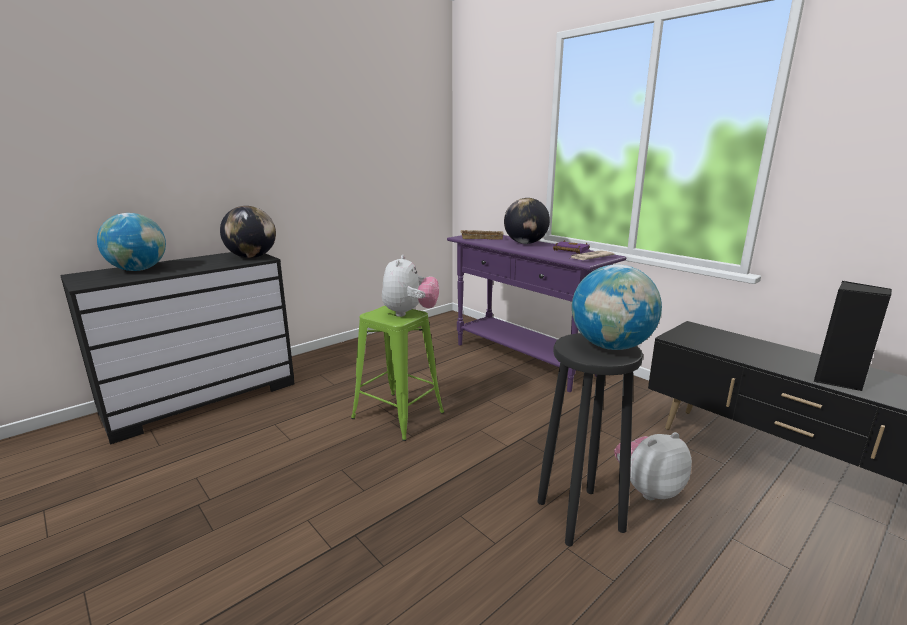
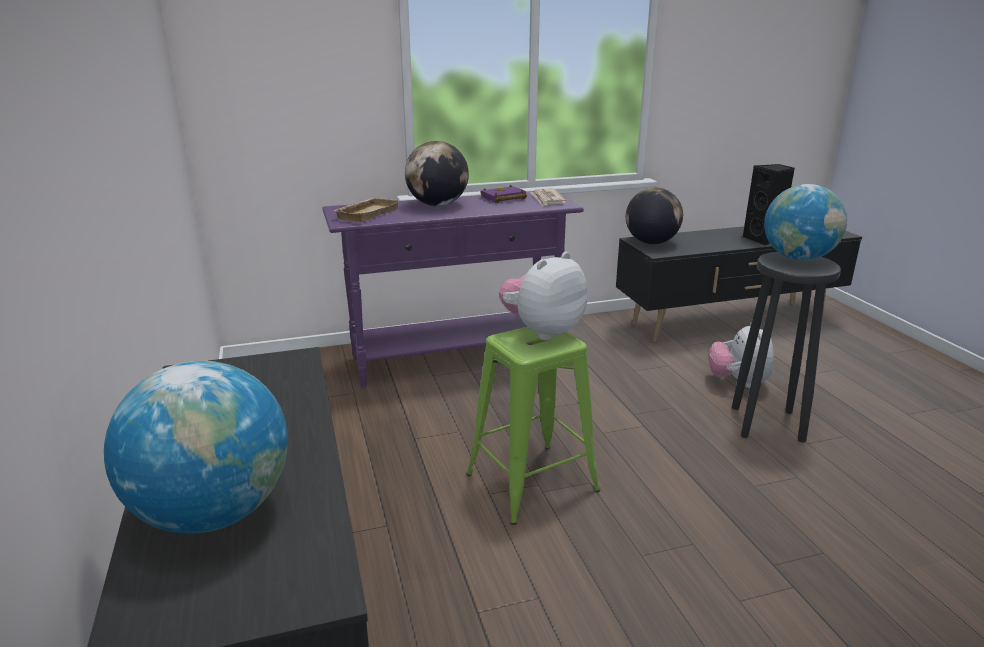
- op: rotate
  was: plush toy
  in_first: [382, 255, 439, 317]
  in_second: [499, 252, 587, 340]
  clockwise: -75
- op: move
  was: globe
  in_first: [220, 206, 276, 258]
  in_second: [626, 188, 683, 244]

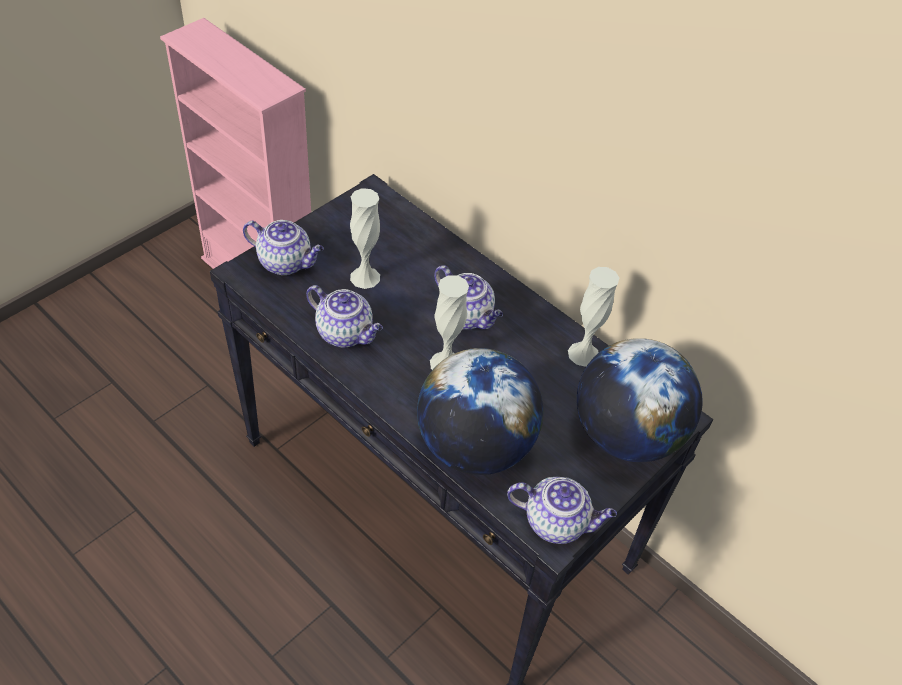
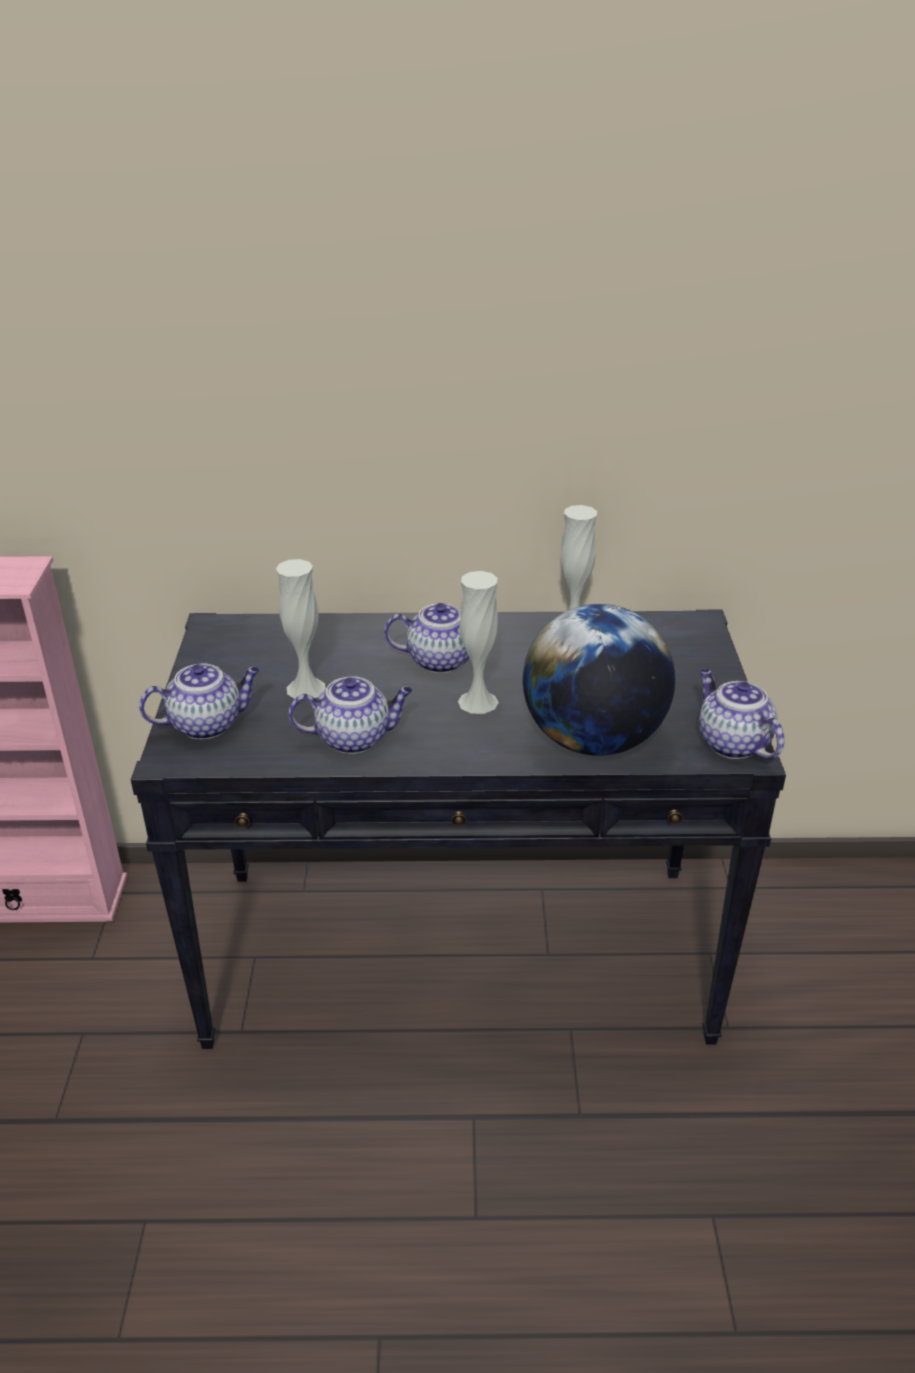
- op: rotate
  was: pot for tea
  in_first: [507, 477, 617, 544]
  in_second: [699, 669, 784, 759]
  clockwise: -90
- op: delete
  was: globe
  in_first: [577, 338, 703, 462]

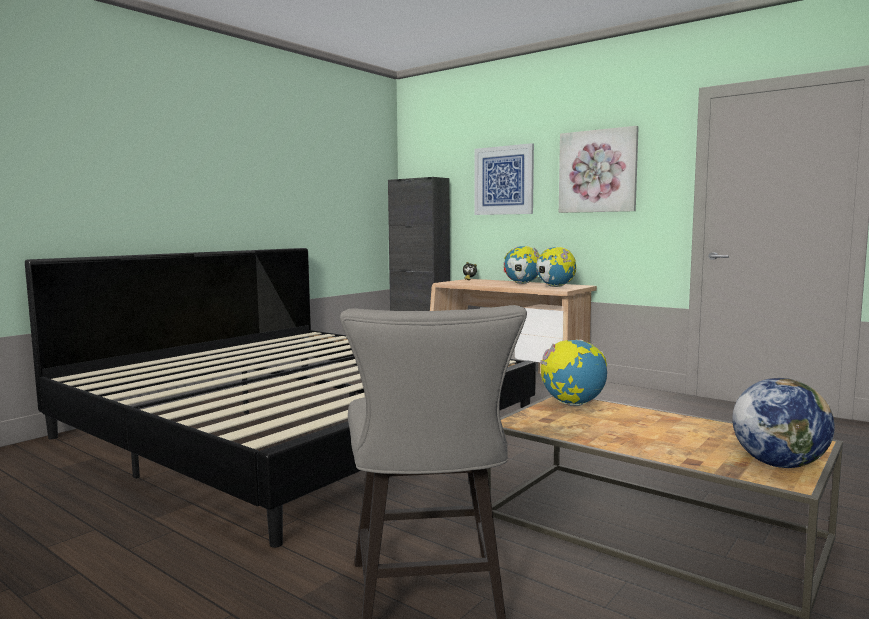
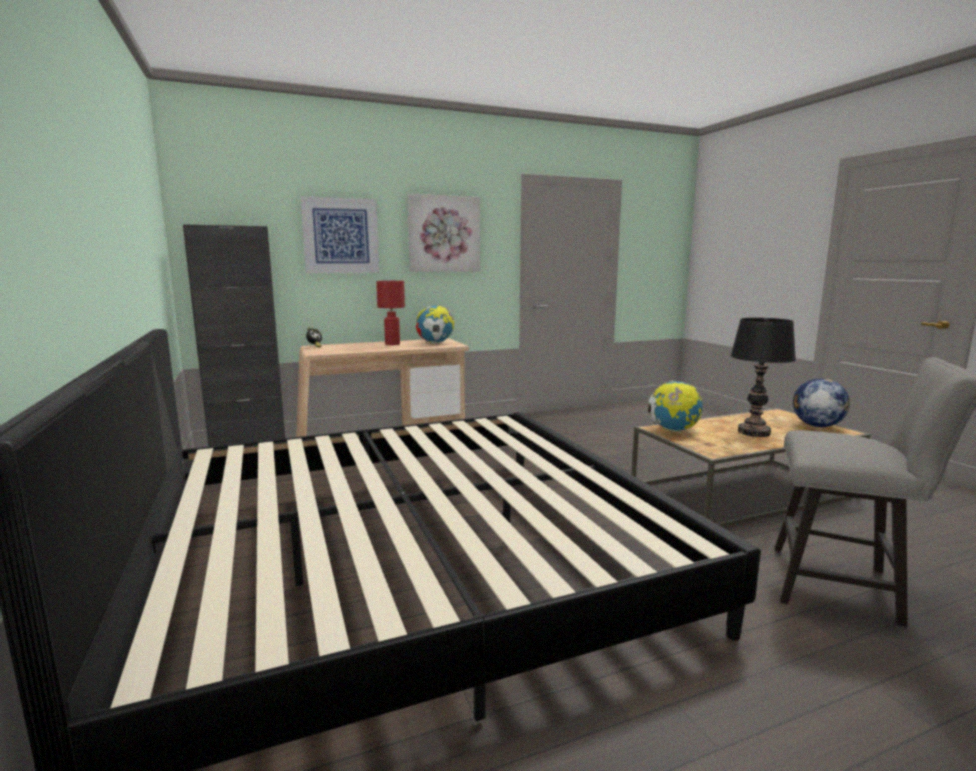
- op: replace
  was: globe
  now: lamp for a table/red
  in_first: [504, 246, 540, 284]
  in_second: [376, 281, 405, 345]
- op: insert
  now: lamp for a table/blackish
  in_second: [730, 318, 796, 437]

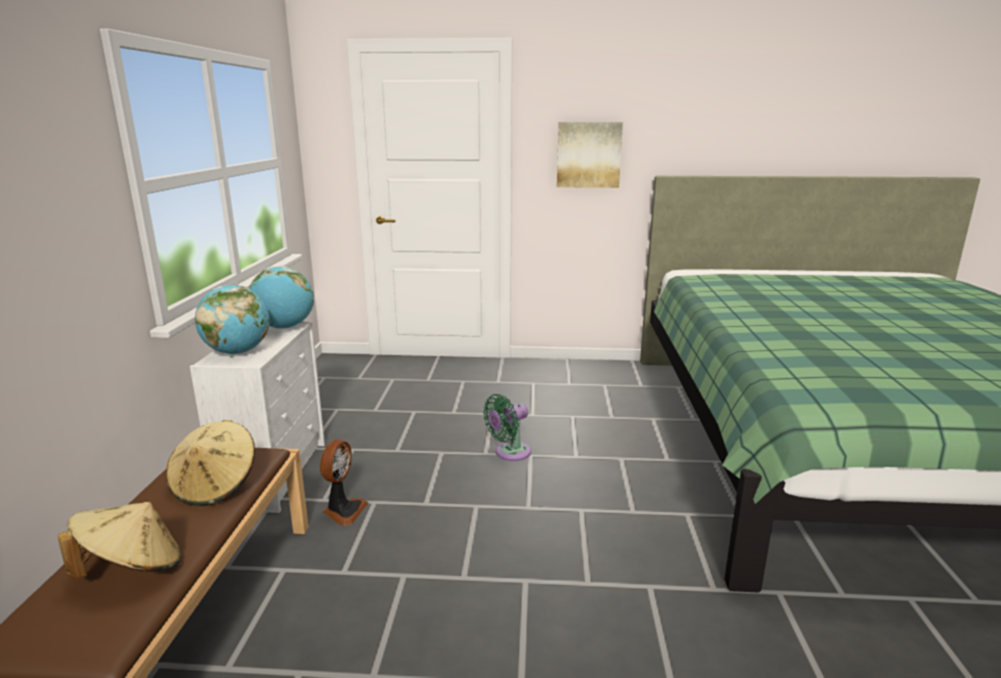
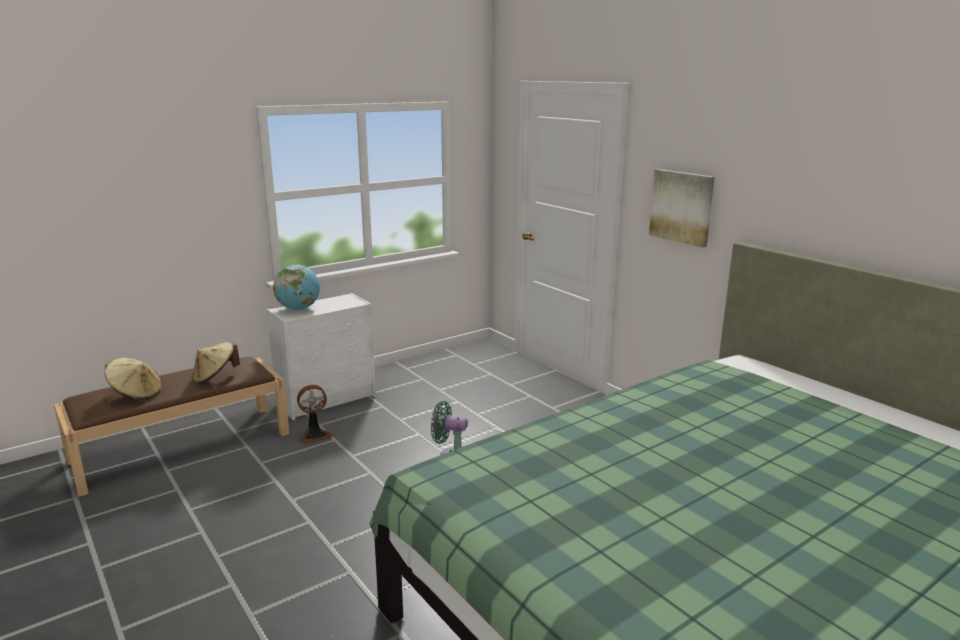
- op: delete
  was: globe
  in_first: [249, 266, 314, 329]

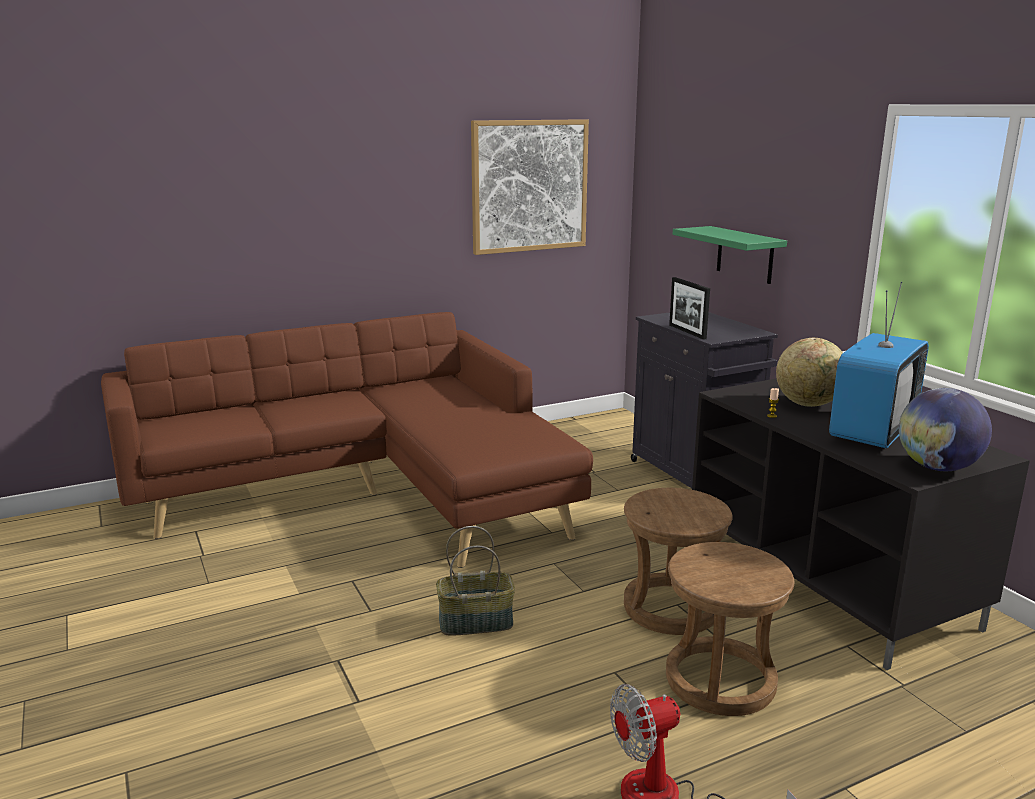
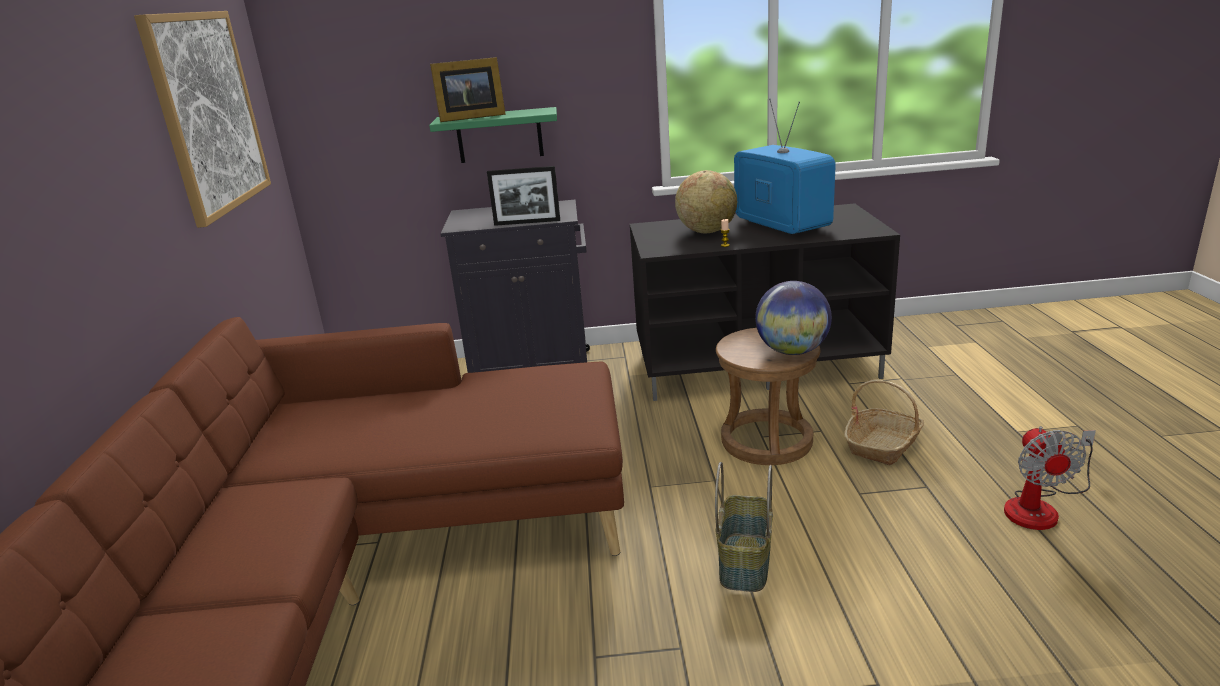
- op: insert
  now: standing frame
  in_second: [430, 57, 506, 122]
- op: move
  was: globe
  in_first: [899, 388, 992, 471]
  in_second: [755, 281, 832, 355]
- op: replace
  was: sitting stool/brown
  now: household basket
  in_first: [666, 542, 794, 716]
  in_second: [844, 380, 924, 466]

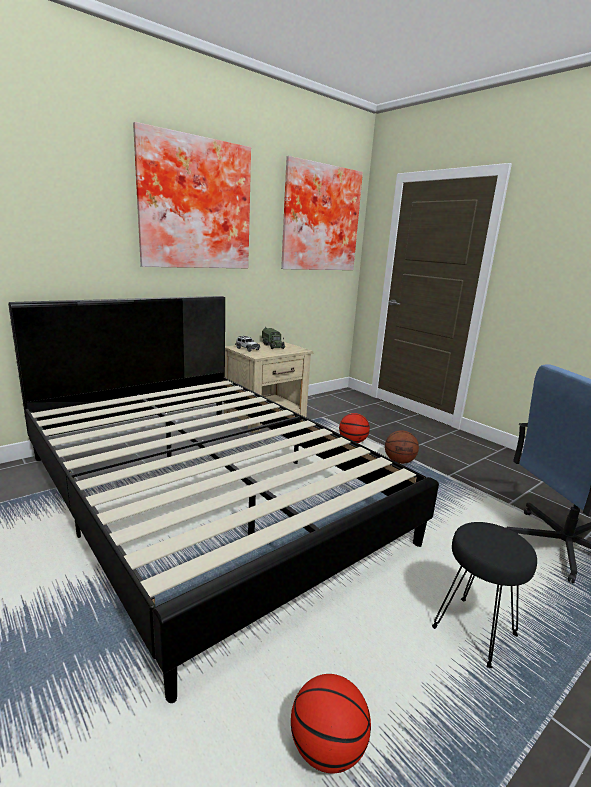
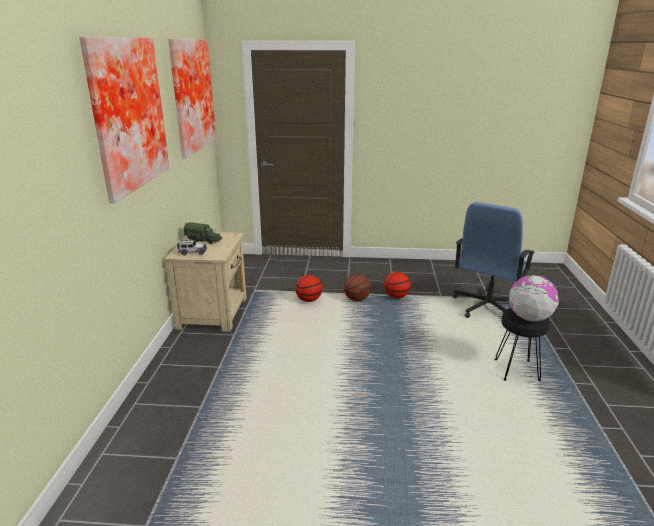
- op: move
  was: basketball ball
  in_first: [291, 674, 371, 773]
  in_second: [384, 272, 411, 299]
- op: insert
  now: globe
  in_second: [509, 275, 559, 322]
- op: delete
  was: sleeping bed/blackish
  in_first: [8, 296, 439, 703]

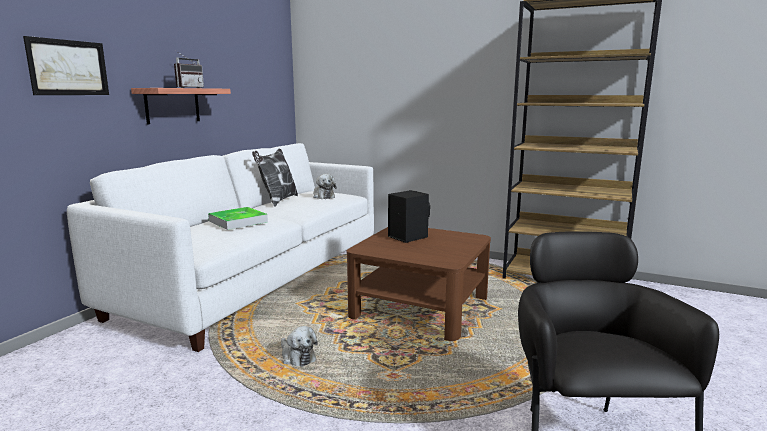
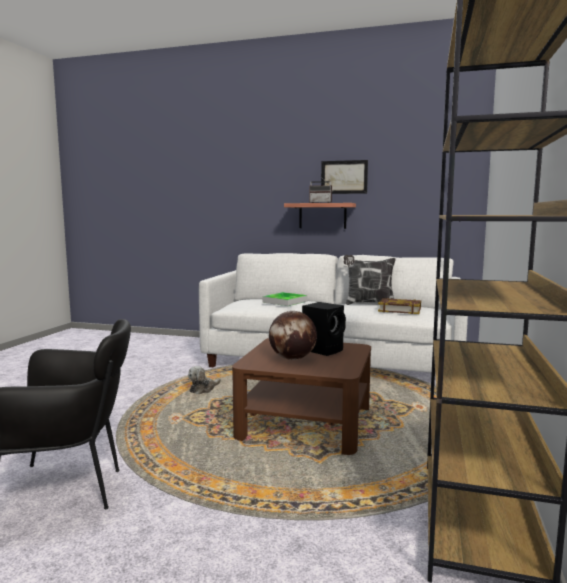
- op: insert
  now: globe
  in_second: [269, 311, 317, 360]
- op: move
  was: wall picture
  in_first: [23, 36, 109, 95]
  in_second: [321, 160, 368, 194]
- op: replace
  was: plush toy
  now: bound book
  in_first: [313, 174, 337, 199]
  in_second: [378, 298, 421, 314]

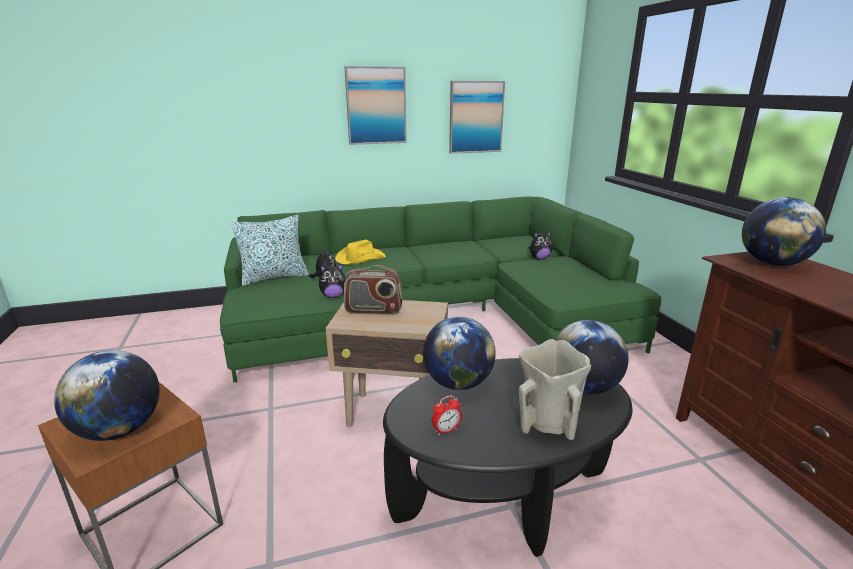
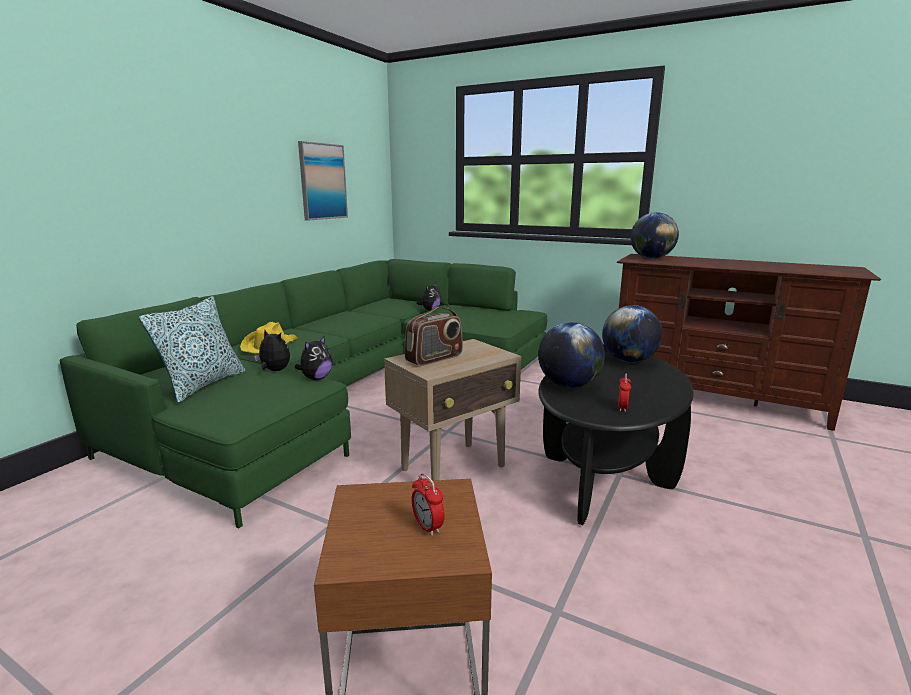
- op: replace
  was: globe
  now: bedside clock
  in_first: [54, 350, 160, 441]
  in_second: [412, 473, 445, 536]
- op: delete
  was: wall picture
  in_first: [344, 66, 407, 145]
- op: delete
  was: decorative vase/sand-coloured
  in_first: [519, 339, 591, 440]

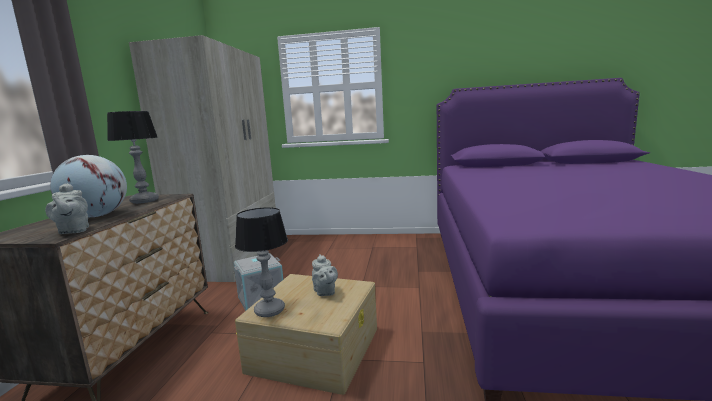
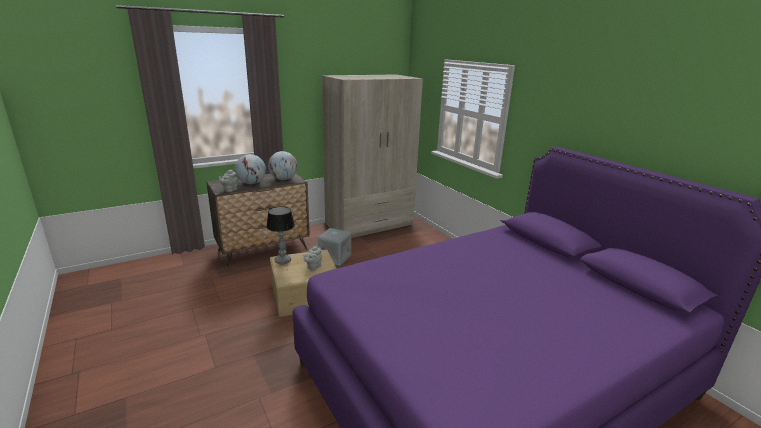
- op: replace
  was: lamp for a table
  now: globe
  in_first: [107, 111, 159, 204]
  in_second: [268, 151, 297, 180]

